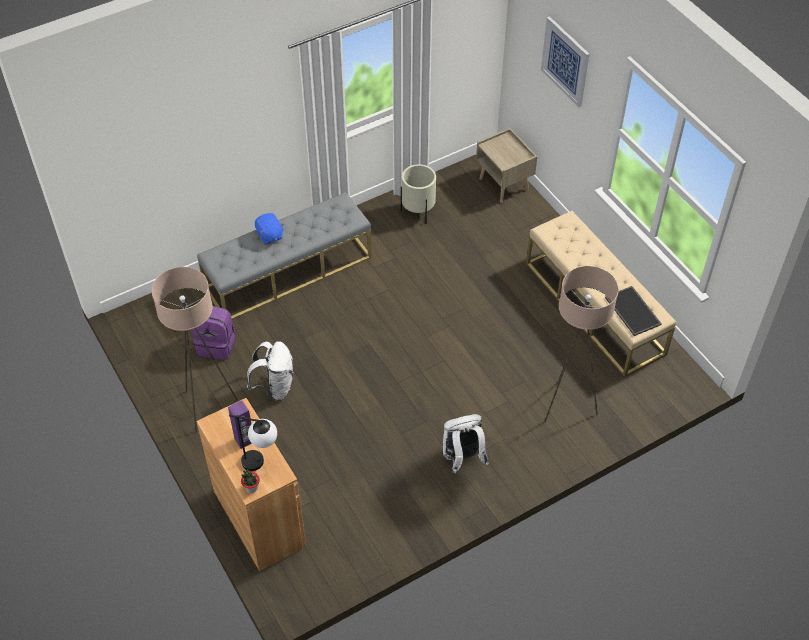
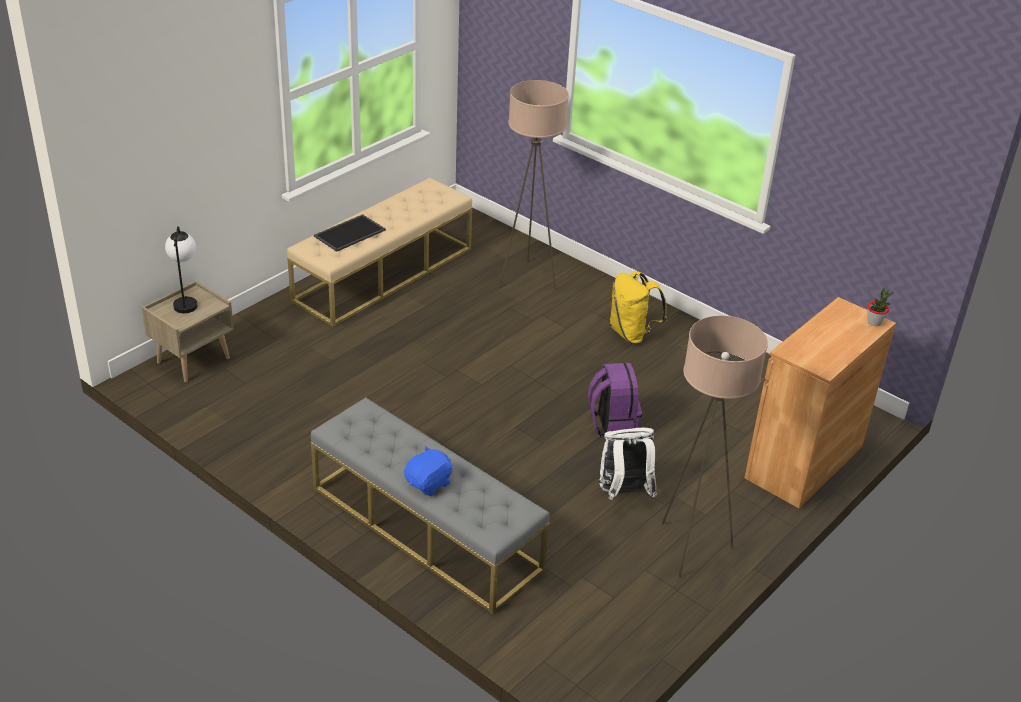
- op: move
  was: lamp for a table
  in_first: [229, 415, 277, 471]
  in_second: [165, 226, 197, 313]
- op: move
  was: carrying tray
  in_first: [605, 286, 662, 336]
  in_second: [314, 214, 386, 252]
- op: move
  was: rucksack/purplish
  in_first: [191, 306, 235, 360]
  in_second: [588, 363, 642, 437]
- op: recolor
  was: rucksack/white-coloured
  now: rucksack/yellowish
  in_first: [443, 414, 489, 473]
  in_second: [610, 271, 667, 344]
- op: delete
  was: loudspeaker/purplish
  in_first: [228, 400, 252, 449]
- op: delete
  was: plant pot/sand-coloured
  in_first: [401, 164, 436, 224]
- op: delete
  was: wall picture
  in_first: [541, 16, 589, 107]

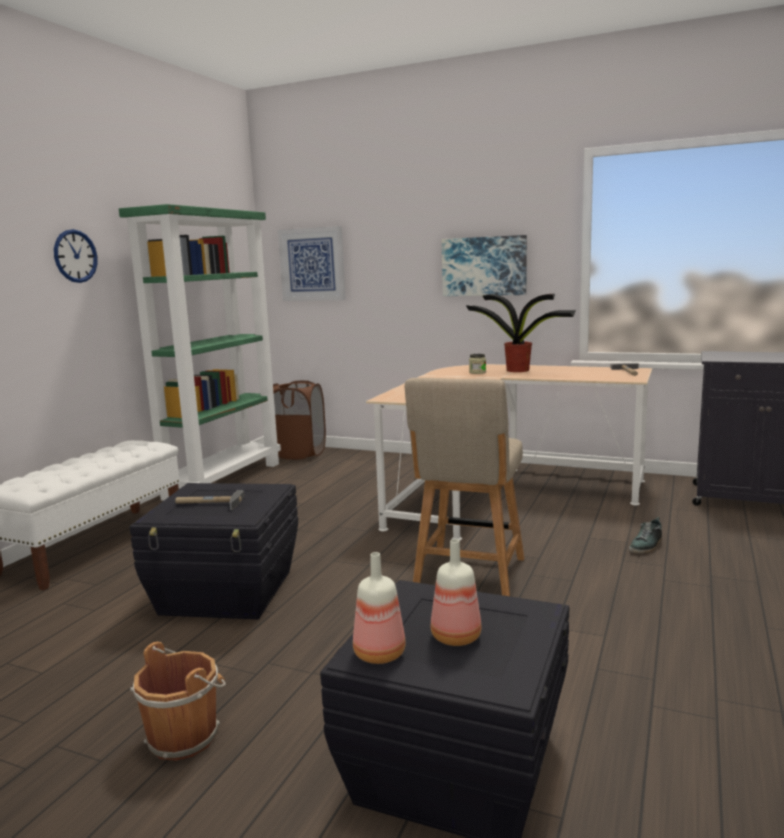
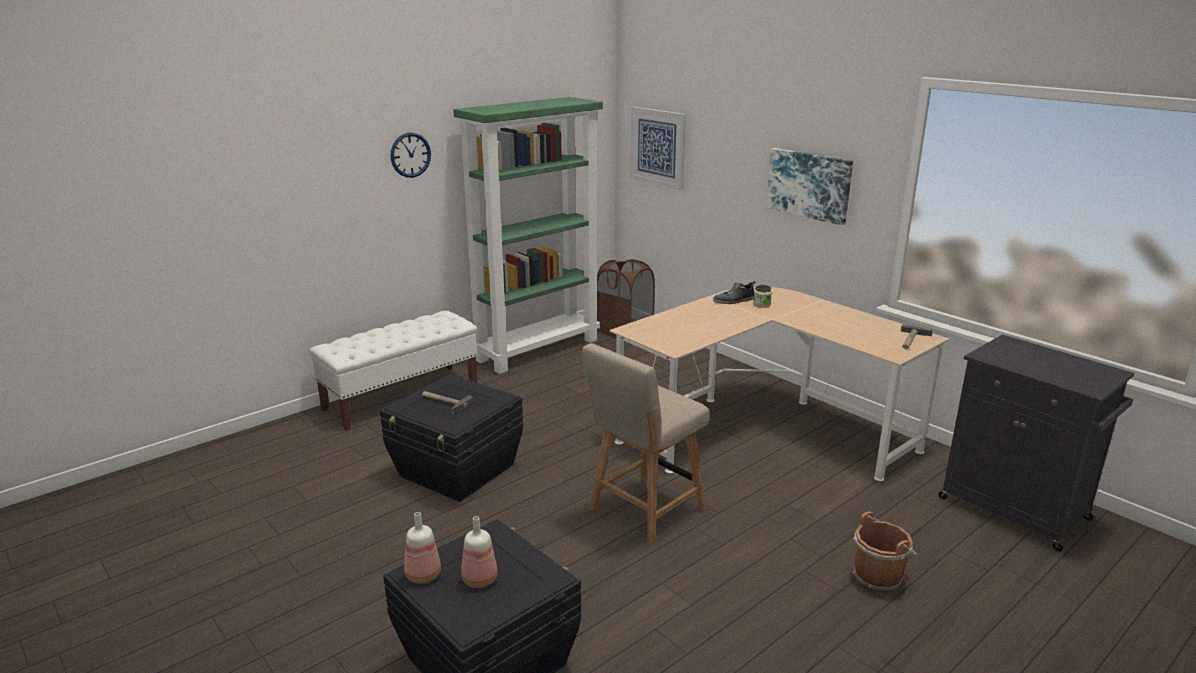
- op: move
  was: item of footwear
  in_first: [629, 517, 662, 554]
  in_second: [713, 281, 755, 304]
- op: move
  was: water bucket/brown
  in_first: [130, 642, 226, 761]
  in_second: [852, 511, 917, 593]
- op: delete
  was: houseplant
  in_first: [466, 294, 576, 372]

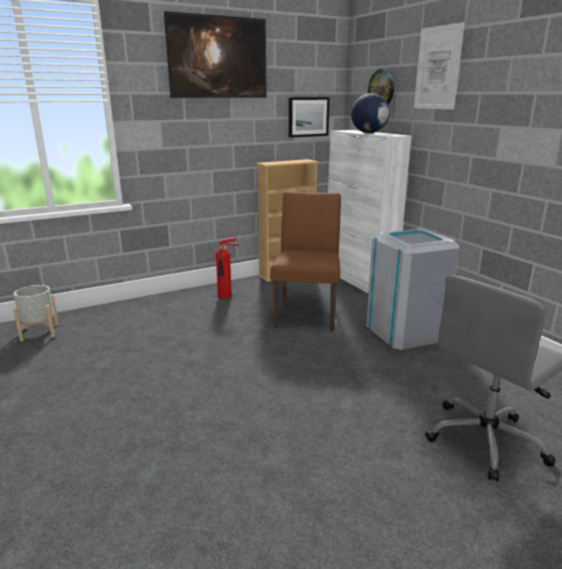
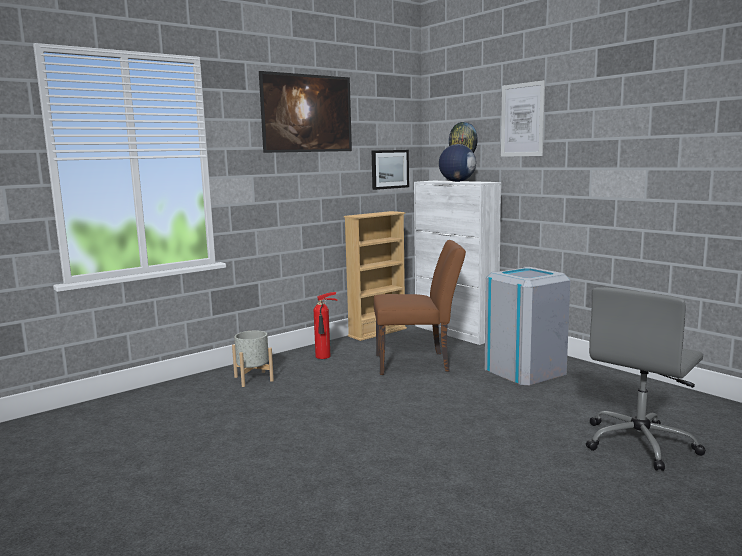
- op: move
  was: plant pot/grey
  in_first: [13, 285, 59, 342]
  in_second: [232, 330, 274, 387]
- op: rotate
  was: chair/brown
  in_first: [270, 192, 341, 331]
  in_second: [374, 240, 466, 375]
  clockwise: 90

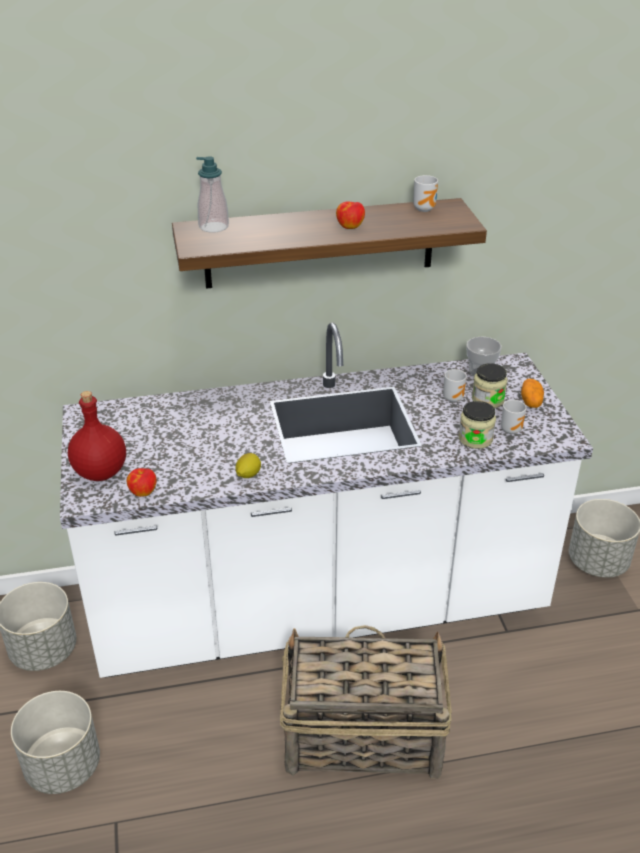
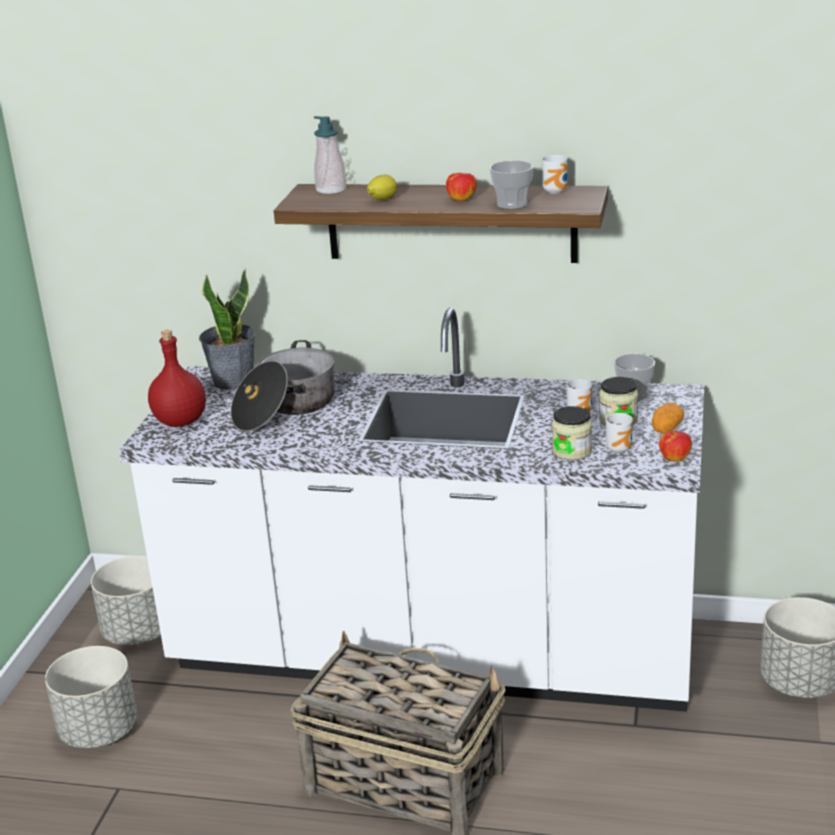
- op: insert
  now: houseplant
  in_second: [199, 269, 256, 390]
- op: insert
  now: stockpot
  in_second: [231, 340, 335, 432]
- op: move
  was: citrus fruit
  in_first: [235, 453, 261, 478]
  in_second: [367, 175, 397, 200]
- op: insert
  now: drinking cup
  in_second: [489, 160, 533, 209]
- op: move
  was: whole apple
  in_first: [127, 468, 157, 497]
  in_second: [659, 431, 692, 462]

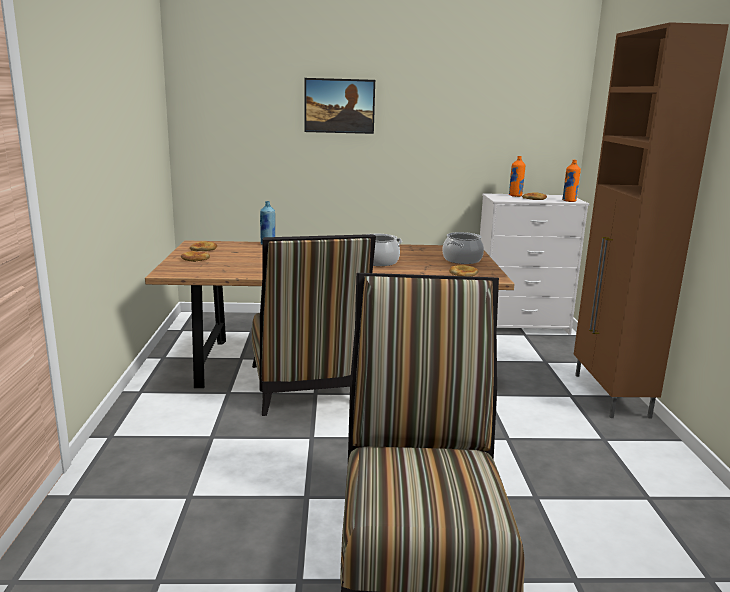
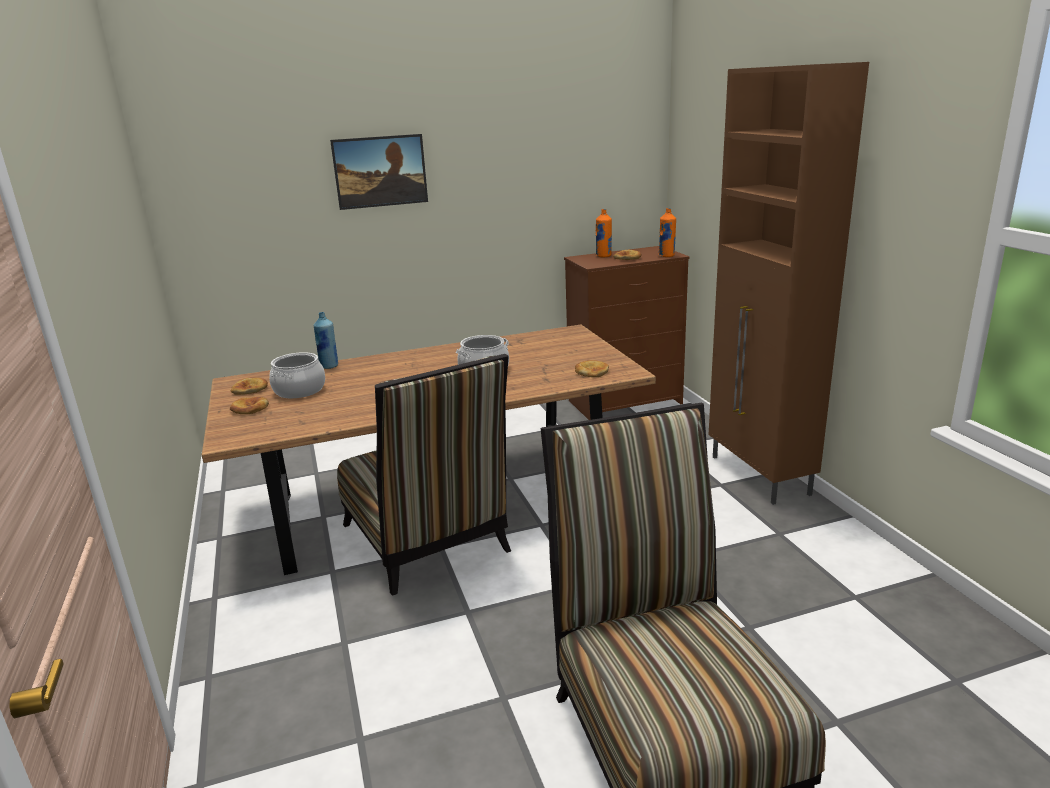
- op: move
  was: stockpot
  in_first: [442, 232, 484, 264]
  in_second: [269, 352, 325, 398]
- op: recolor
  was: drawer chest/white-coloured
  now: drawer chest/brown
  in_first: [480, 193, 589, 335]
  in_second: [564, 246, 690, 420]

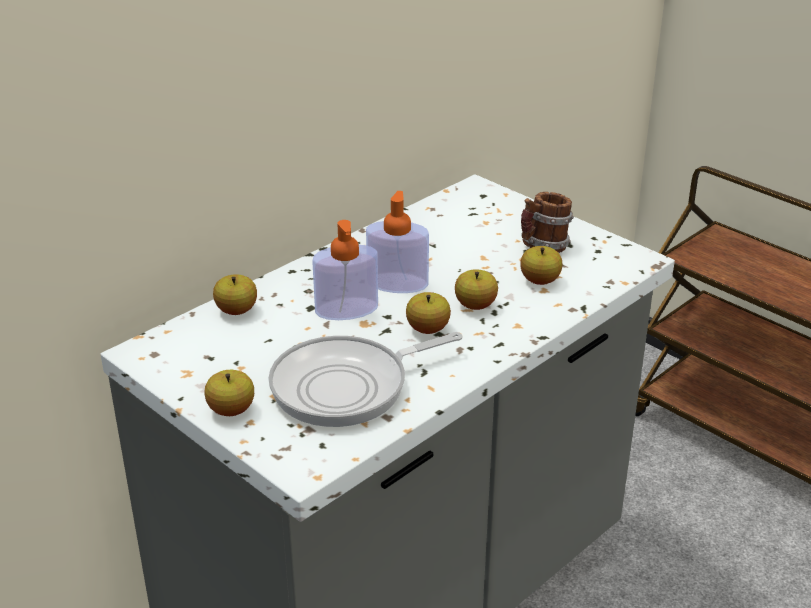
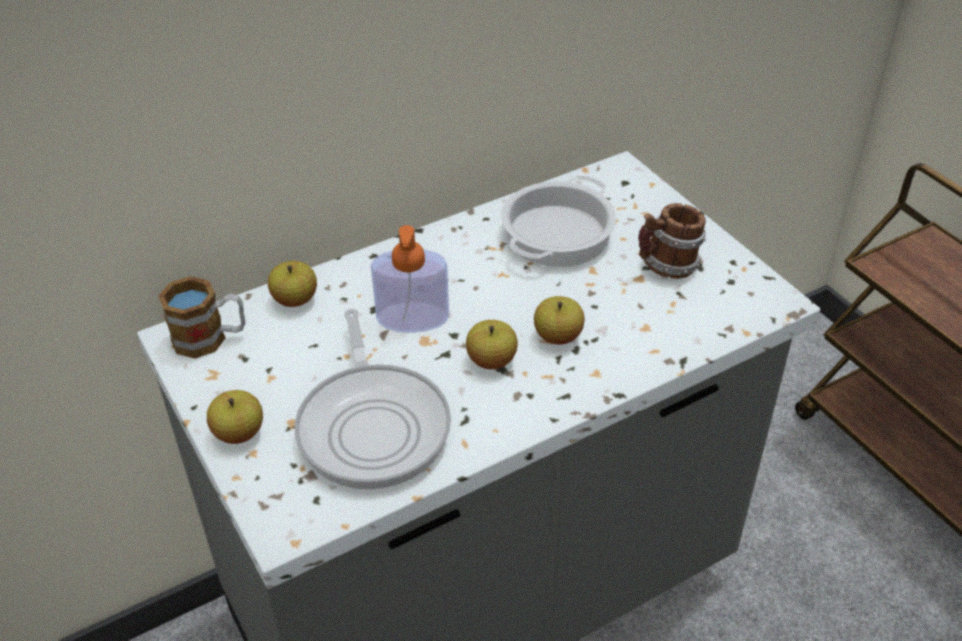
- op: insert
  now: tea mug
  in_second: [158, 276, 245, 358]
- op: rotate
  was: skillet
  in_first: [268, 332, 463, 427]
  in_second: [295, 309, 451, 490]
  clockwise: -90
- op: insert
  now: stockpot
  in_second: [501, 176, 616, 267]
- op: delete
  was: soap dispenser
  in_first: [366, 191, 429, 293]
- op: delete
  was: whole apple
  in_first: [520, 246, 563, 285]

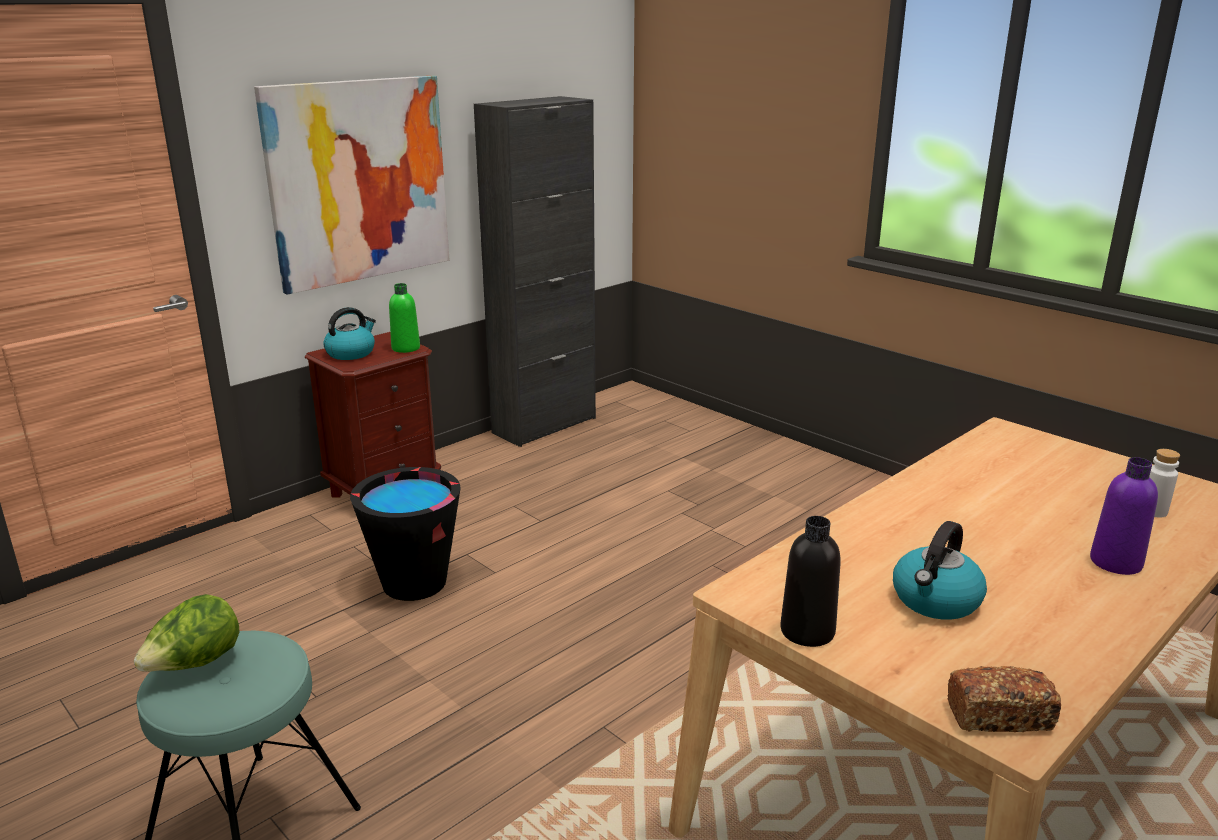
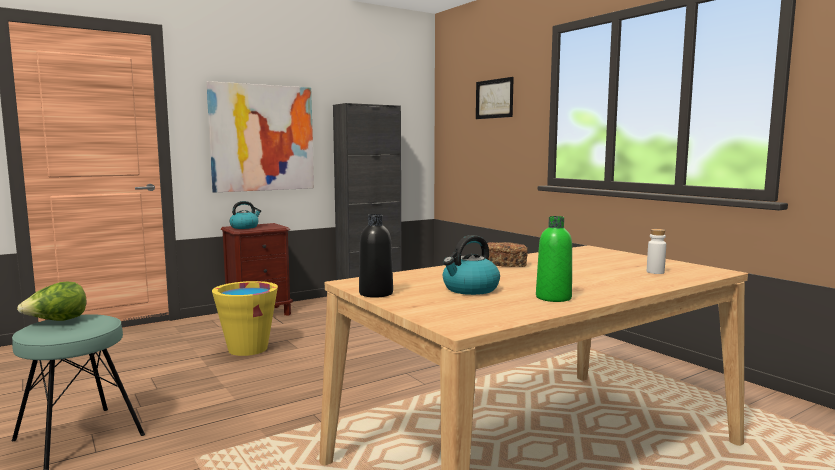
- op: recolor
  was: water bucket/blackish
  now: water bucket/yellowish
  in_first: [350, 467, 461, 601]
  in_second: [212, 281, 278, 356]
- op: insert
  now: wall picture
  in_second: [476, 77, 514, 119]
- op: move
  was: bakery bread
  in_first: [948, 666, 1061, 732]
  in_second: [487, 242, 528, 267]
- op: move
  was: bottle/greenish
  in_first: [389, 283, 420, 353]
  in_second: [536, 216, 572, 302]
- op: delete
  was: bottle/purplish
  in_first: [1090, 457, 1158, 575]

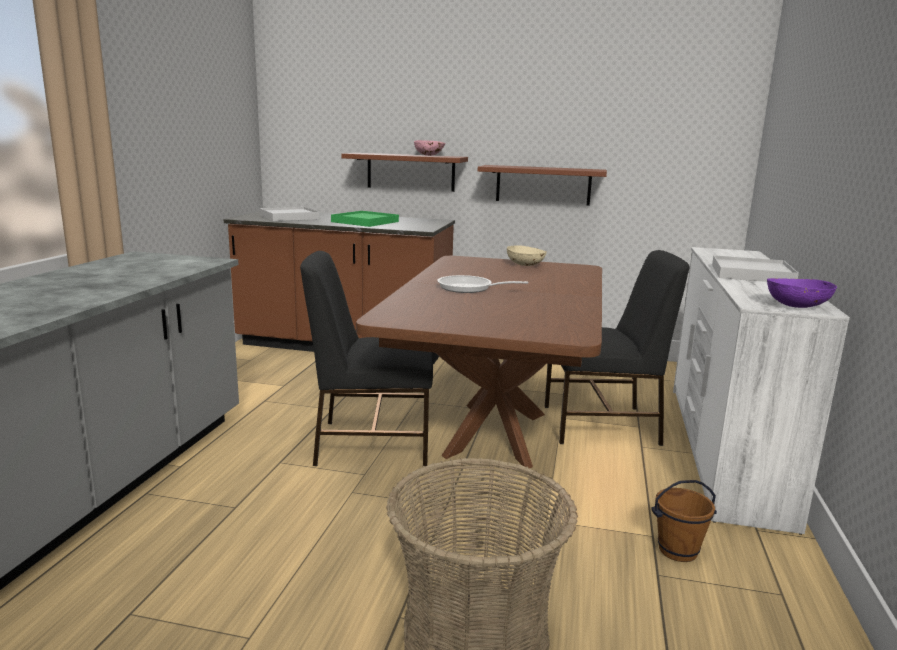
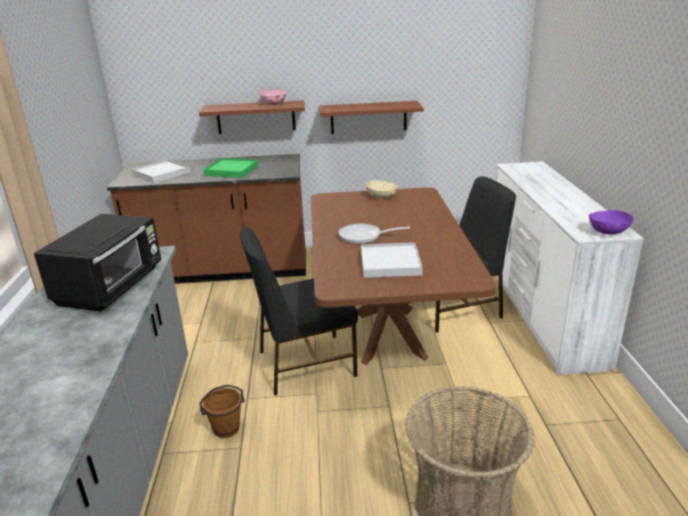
- op: insert
  now: kitchen microwave/blackish
  in_second: [34, 214, 161, 312]
- op: move
  was: water bucket/brown
  in_first: [651, 480, 717, 562]
  in_second: [199, 385, 245, 438]
- op: move
  was: carrying tray/white-coloured
  in_first: [712, 255, 799, 282]
  in_second: [361, 243, 423, 278]

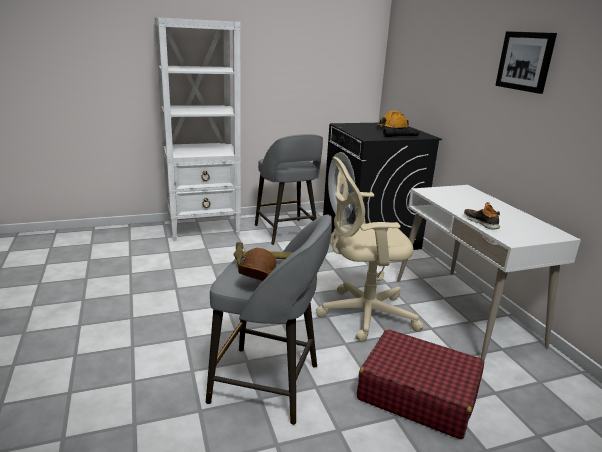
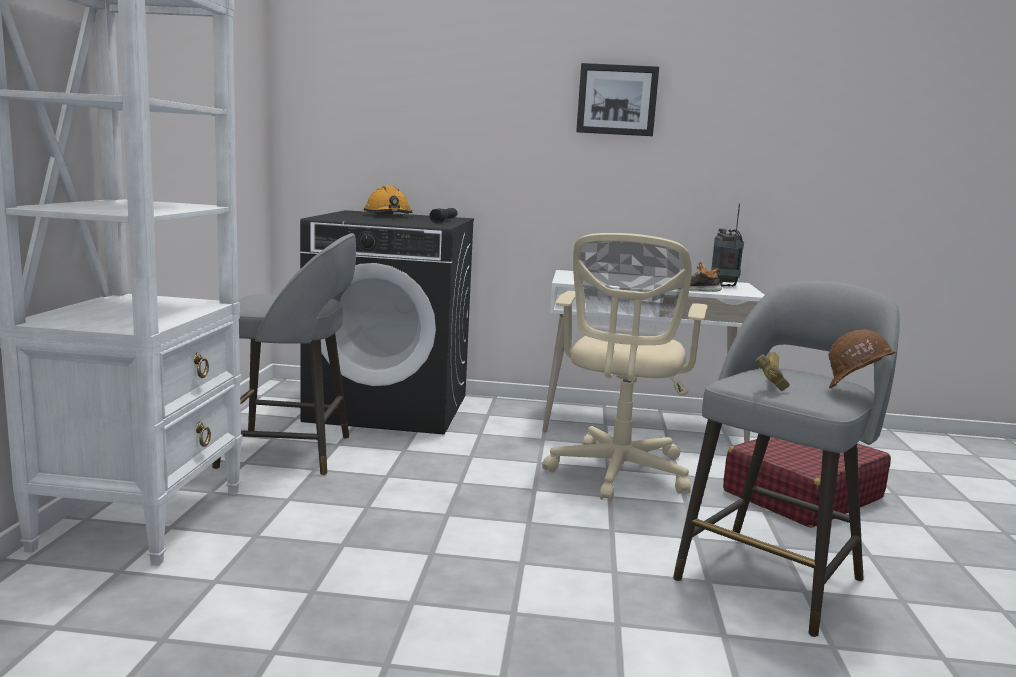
- op: insert
  now: radio set
  in_second: [711, 204, 744, 287]

